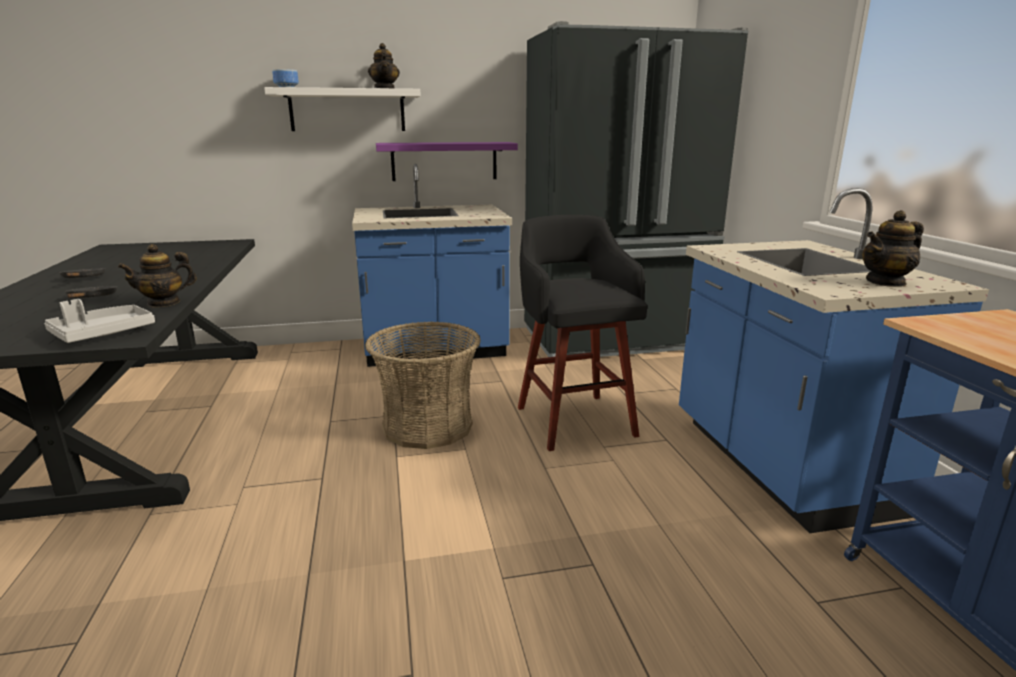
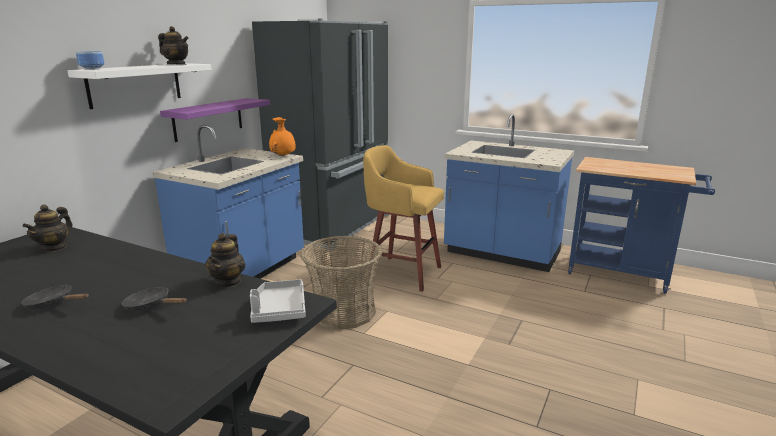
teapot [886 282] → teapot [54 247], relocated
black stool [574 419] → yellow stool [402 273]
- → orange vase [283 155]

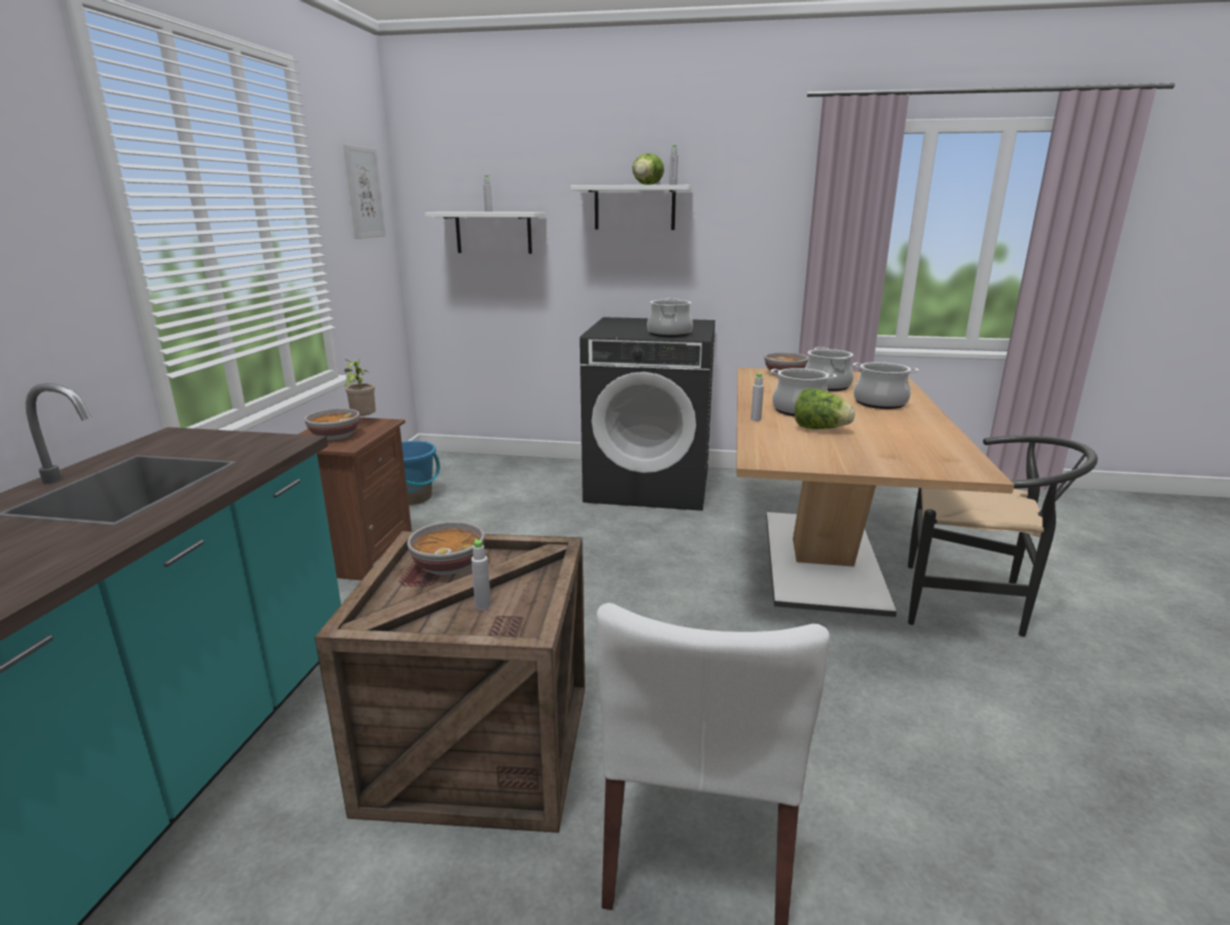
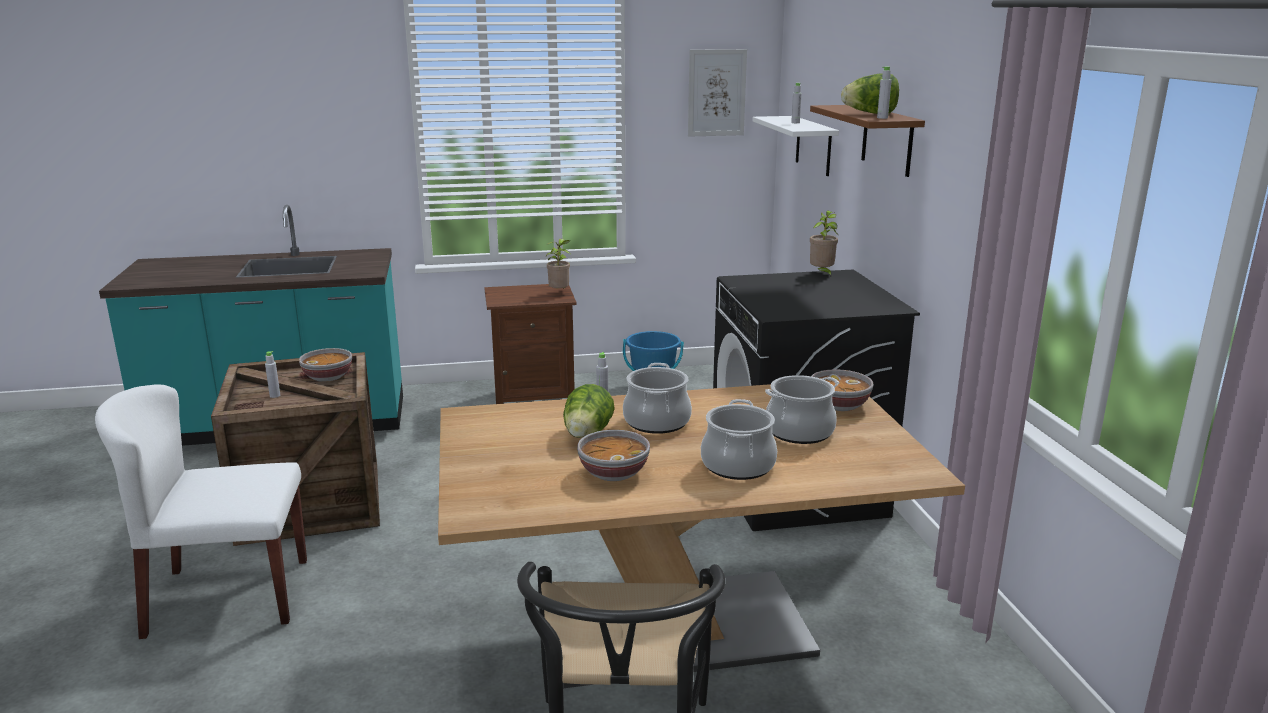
white shelf [634 207] → brown shelf [887 140]
cooking pot [669 334] → -
bowl [334 436] → bowl [613 472], relocated
- → potted plant [822 274]

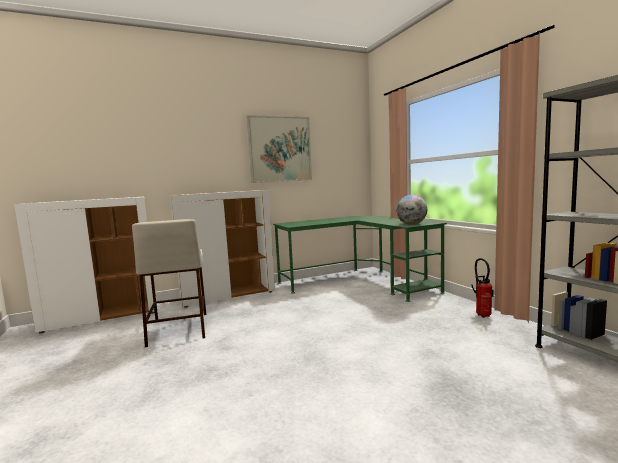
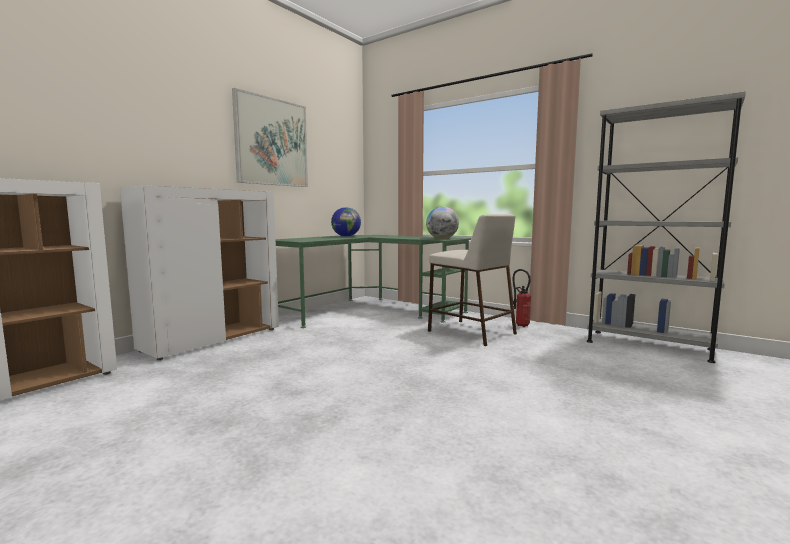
beige stool [178 328] → beige stool [470 332], relocated
- → globe [346 236]

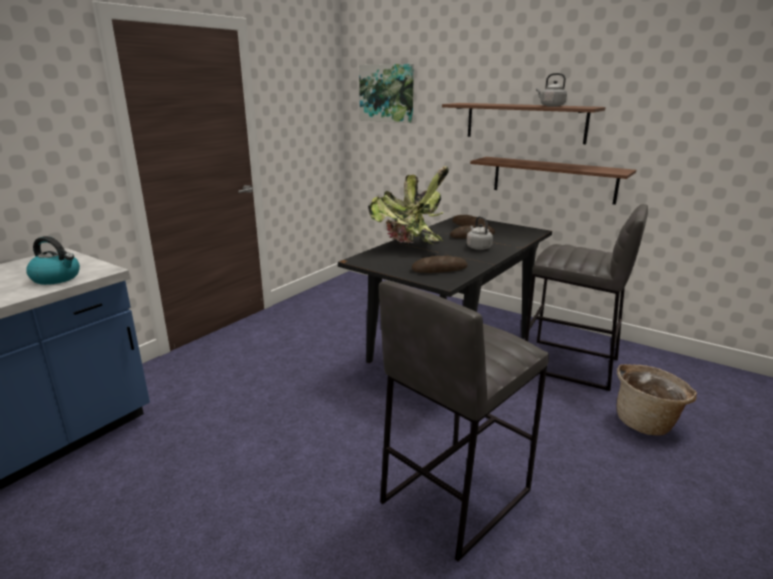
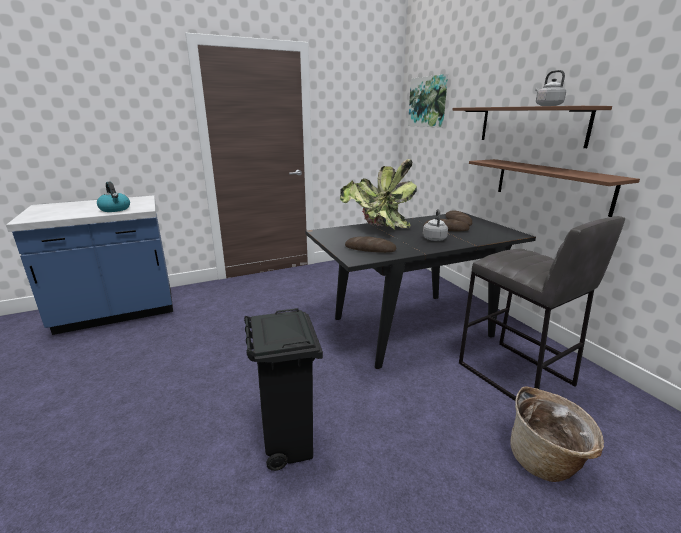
grey stool [454 496] → black trash can [288 445]

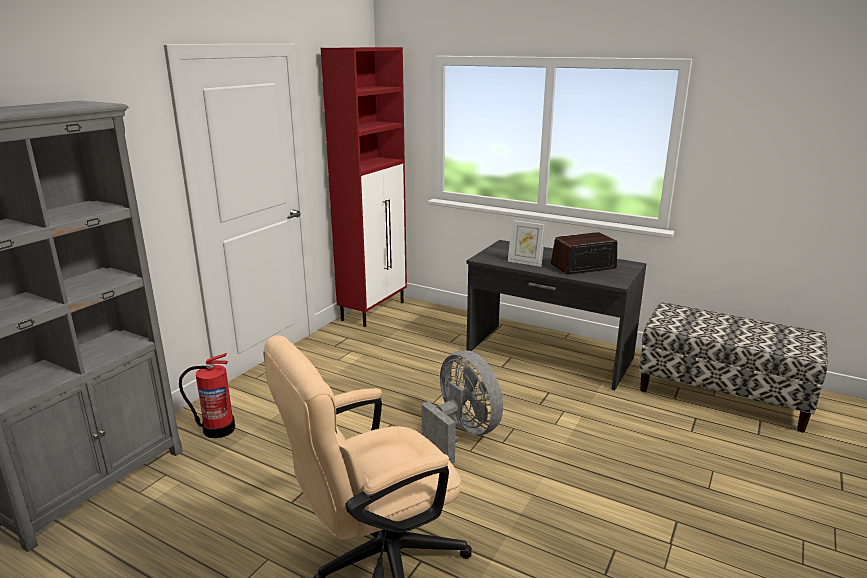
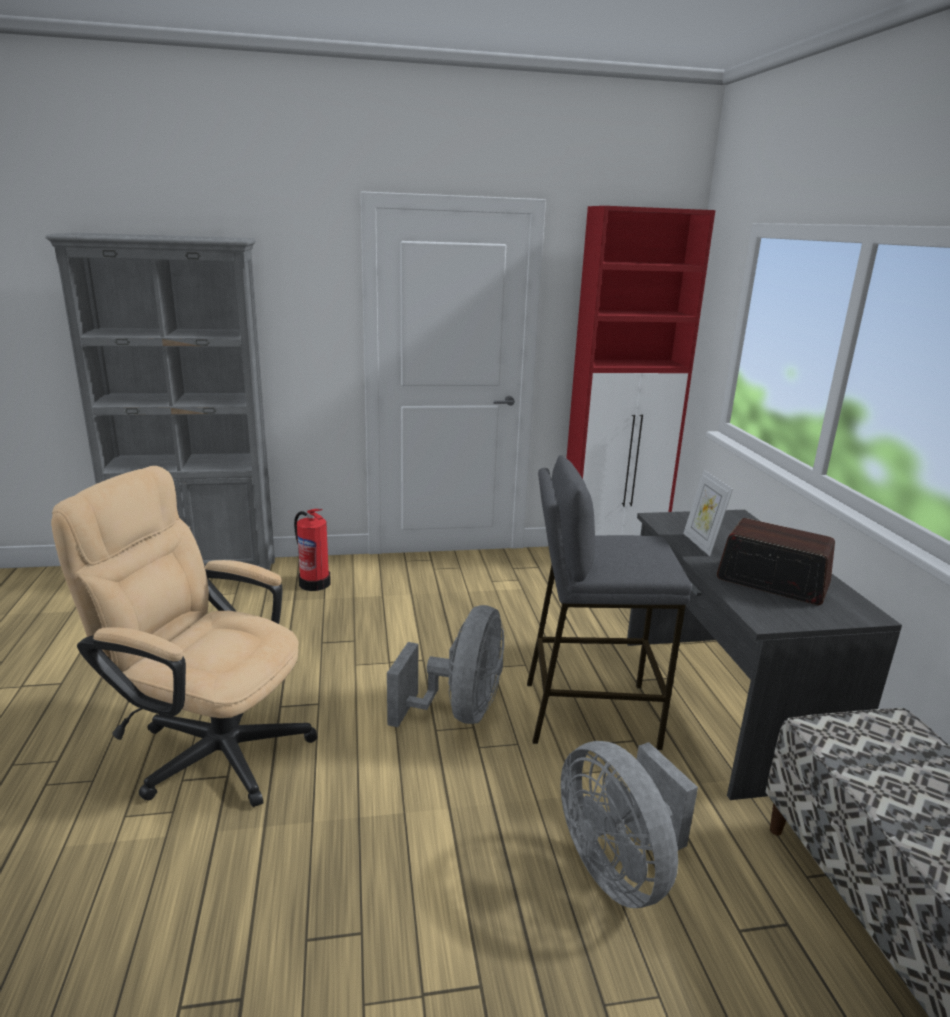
- → grey stool [589 713]
- → grey fan [619 868]

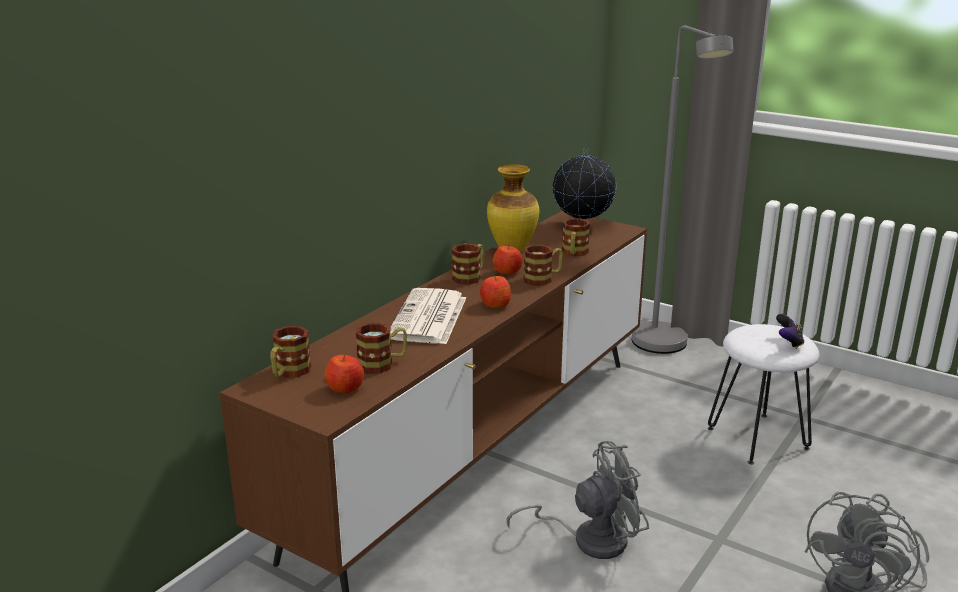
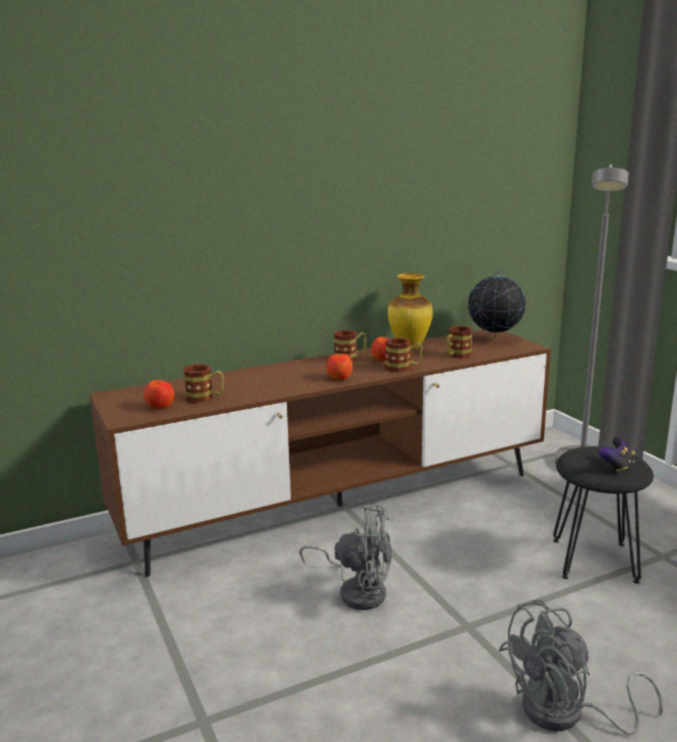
newspaper [429 318] → -
white stool [758 438] → black stool [595 560]
mug [289 372] → -

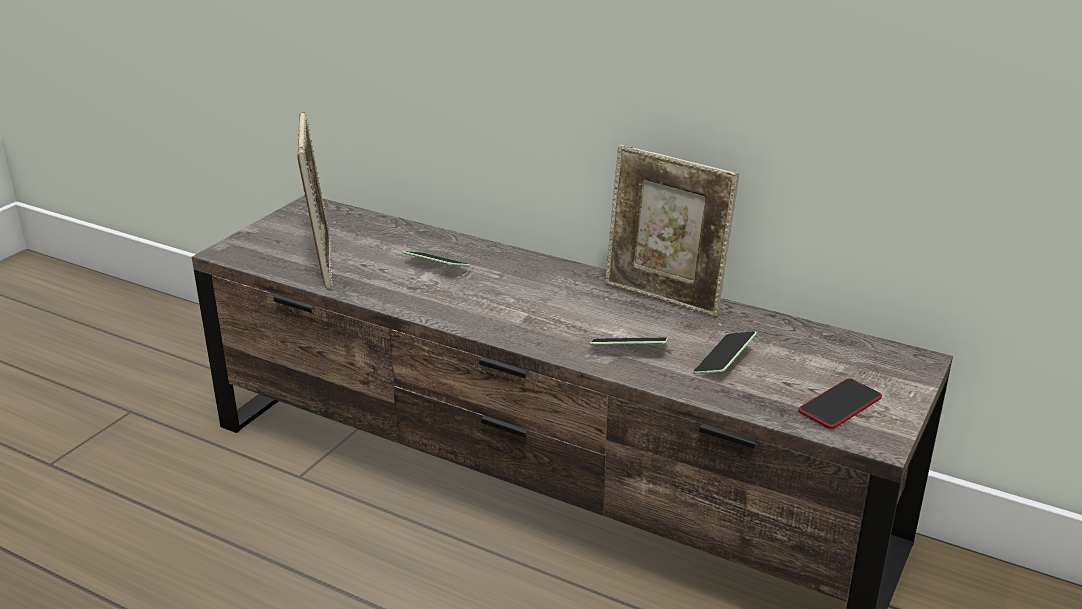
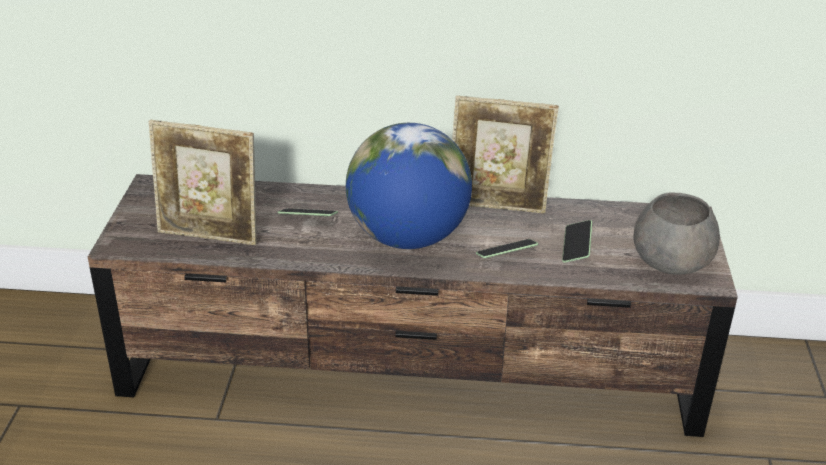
picture frame [322 262] → picture frame [209 235], 135 degrees clockwise
phone [840 405] → grey bowl [671 261]
- → globe [408 238]

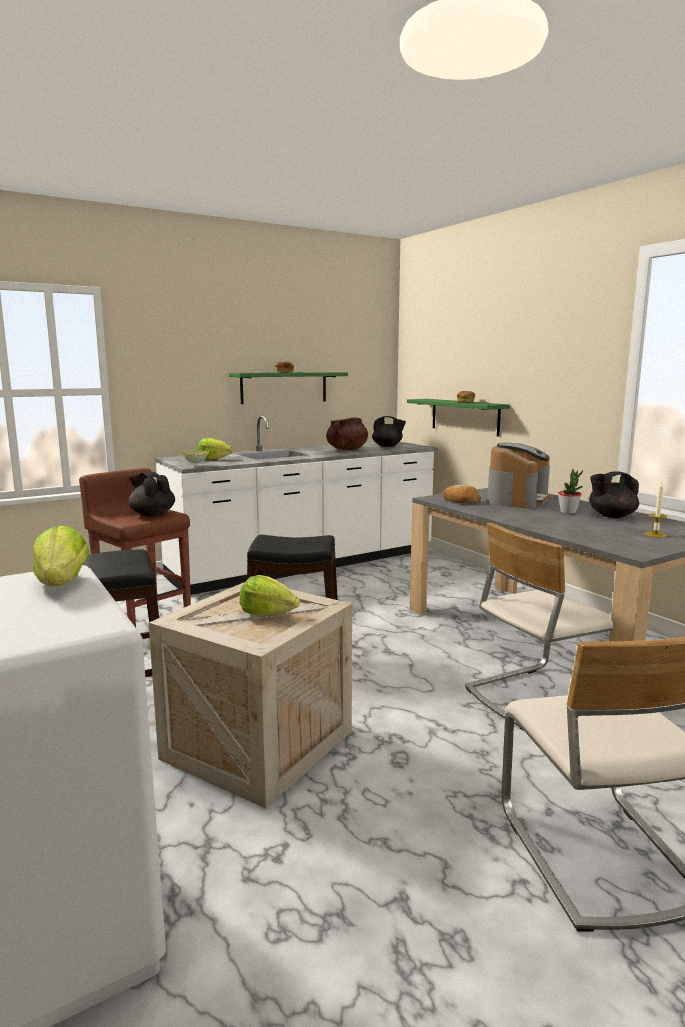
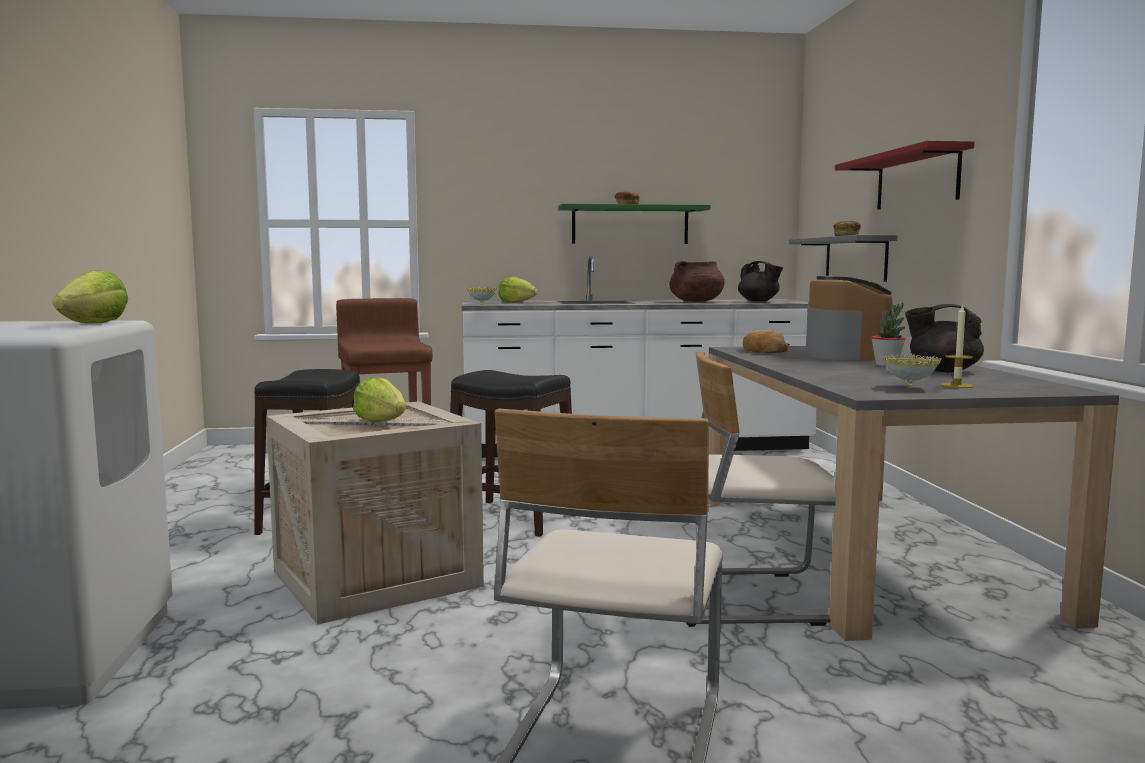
green shelf [464 416] → grey shelf [855 258]
coffee machine [517 499] → coffee machine [846 354], 45 degrees counterclockwise
black teapot [152 514] → -
- → red shelf [916 179]
- → bowl [910 387]

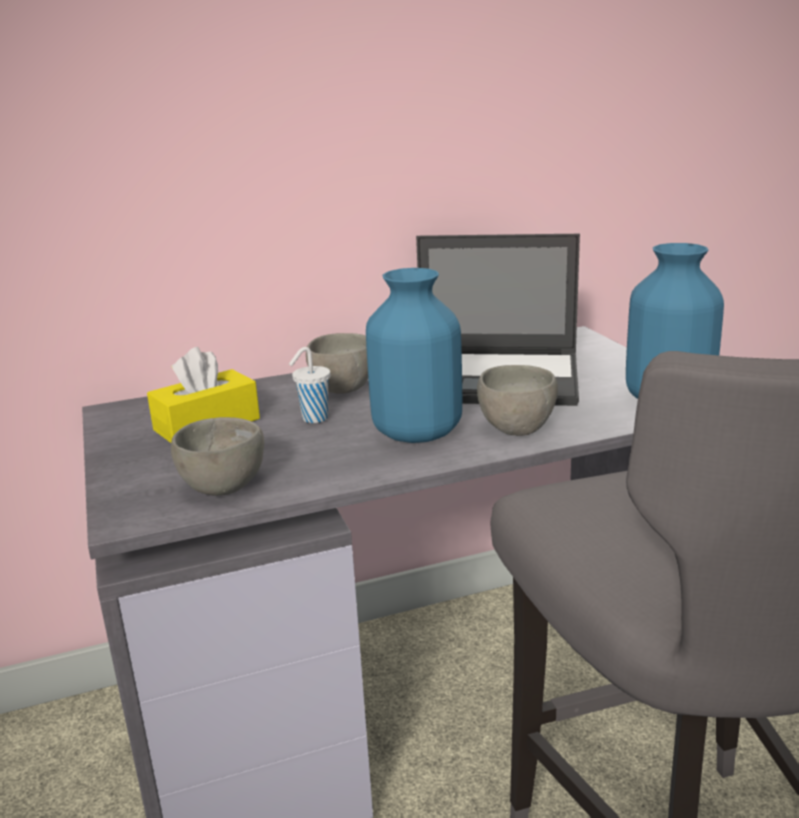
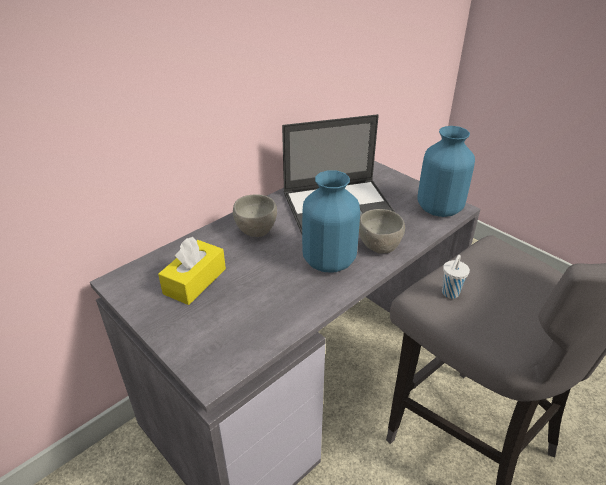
white cup [313 419] → white cup [450 293], relocated
grey bowl [226 486] → -

